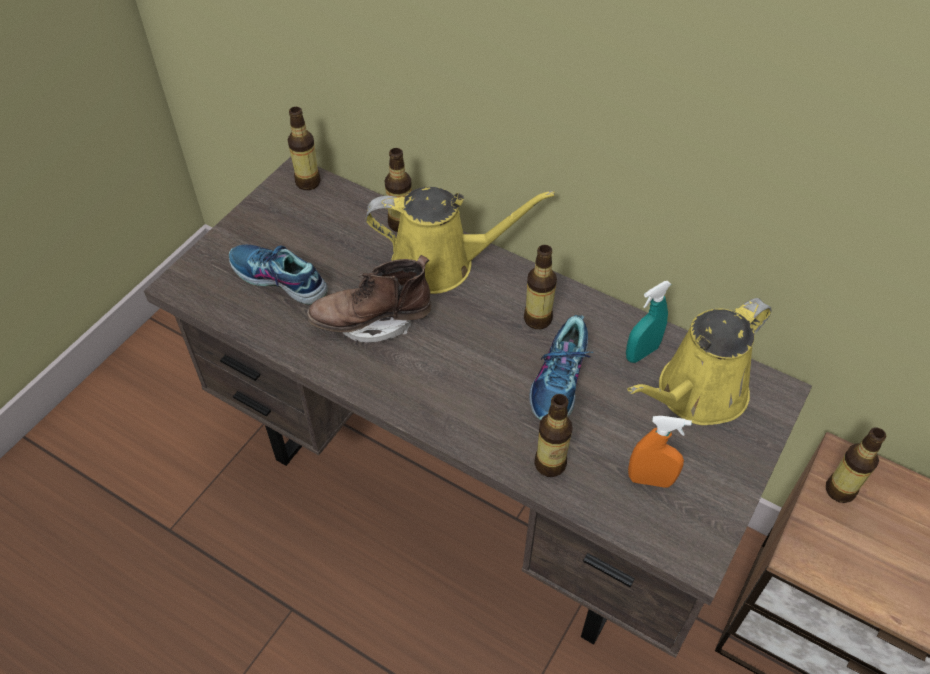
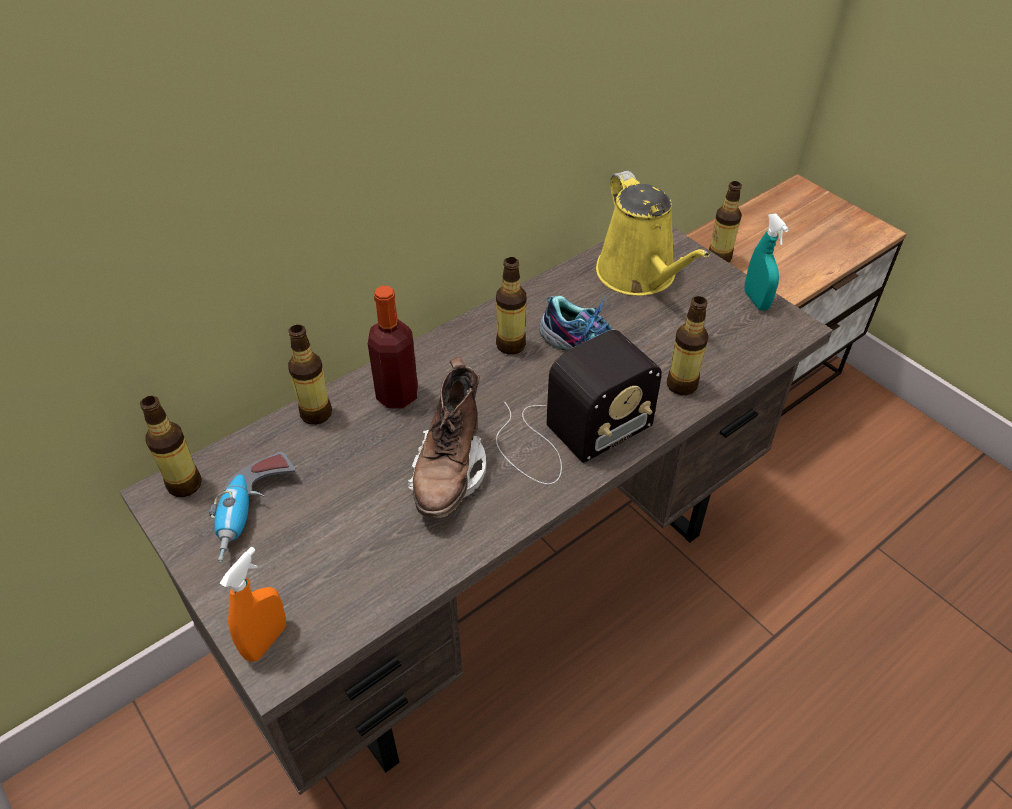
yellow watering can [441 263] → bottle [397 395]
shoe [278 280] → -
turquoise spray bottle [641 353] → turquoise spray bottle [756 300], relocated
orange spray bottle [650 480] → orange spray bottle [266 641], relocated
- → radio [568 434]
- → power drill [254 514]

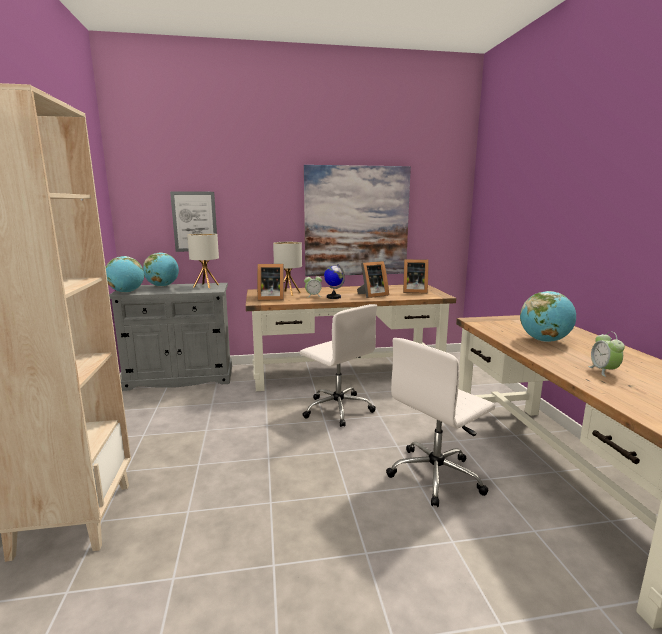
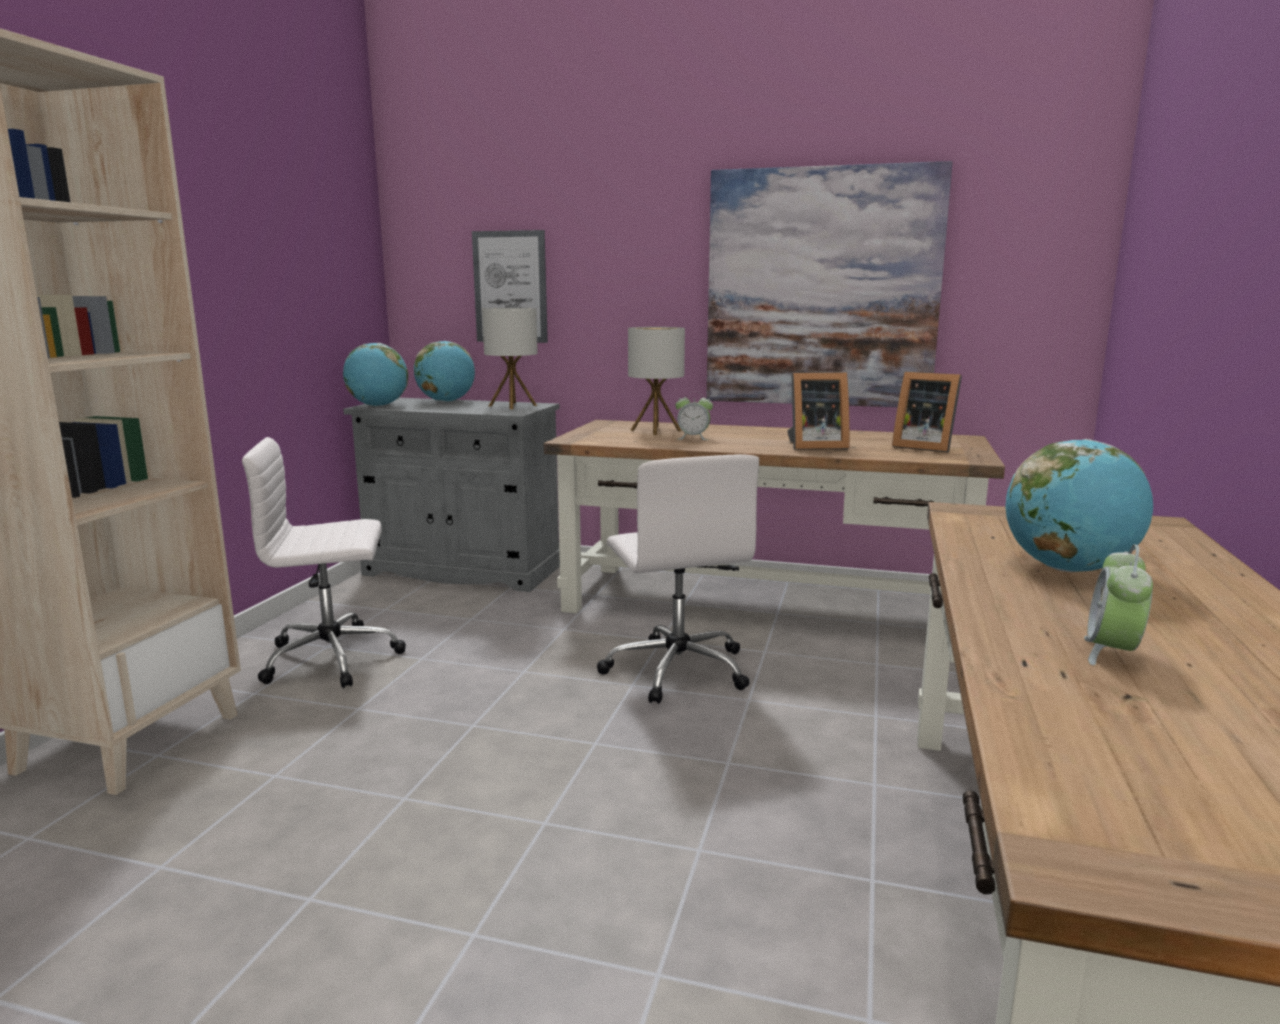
picture frame [270 298] → -
globe [333 297] → -
white office chair [436 475] → white office chair [334 658], relocated

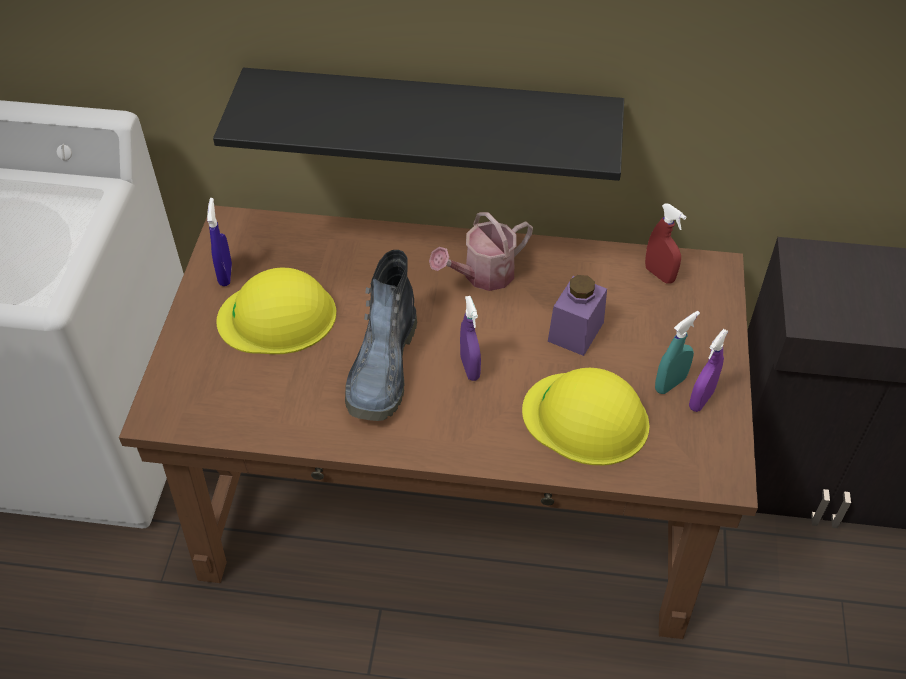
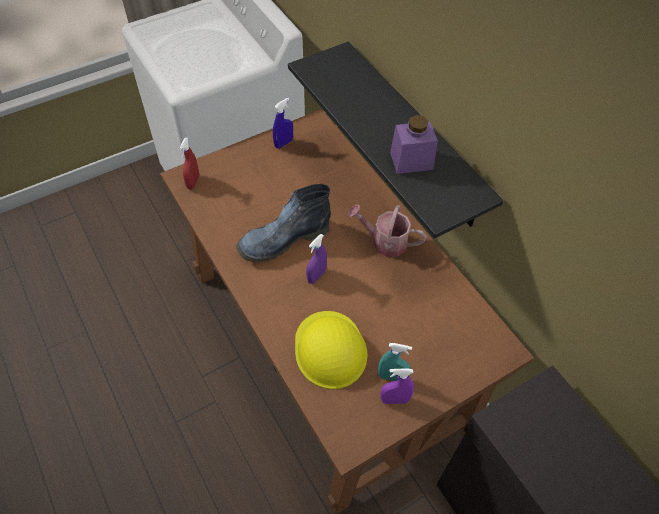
red spray bottle [659 274] → red spray bottle [193 182], relocated
yellow hard hat [278 316] → -
purple jar [575 331] → purple jar [411 161], relocated

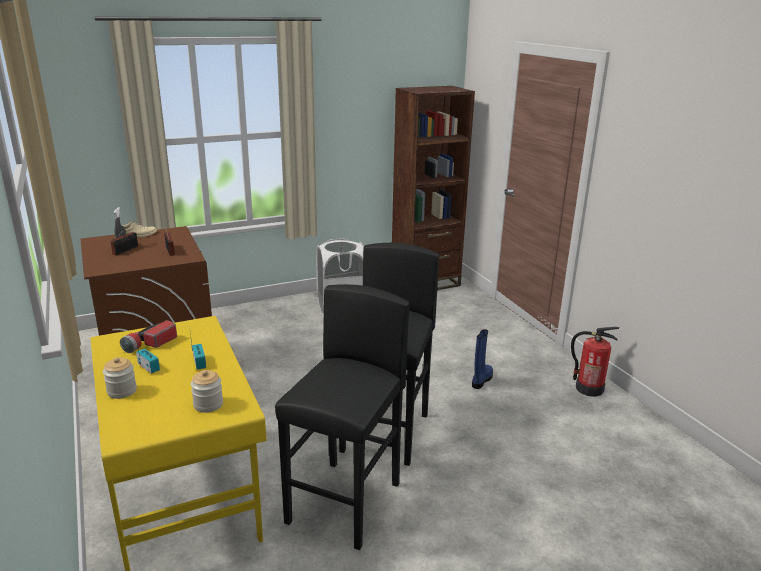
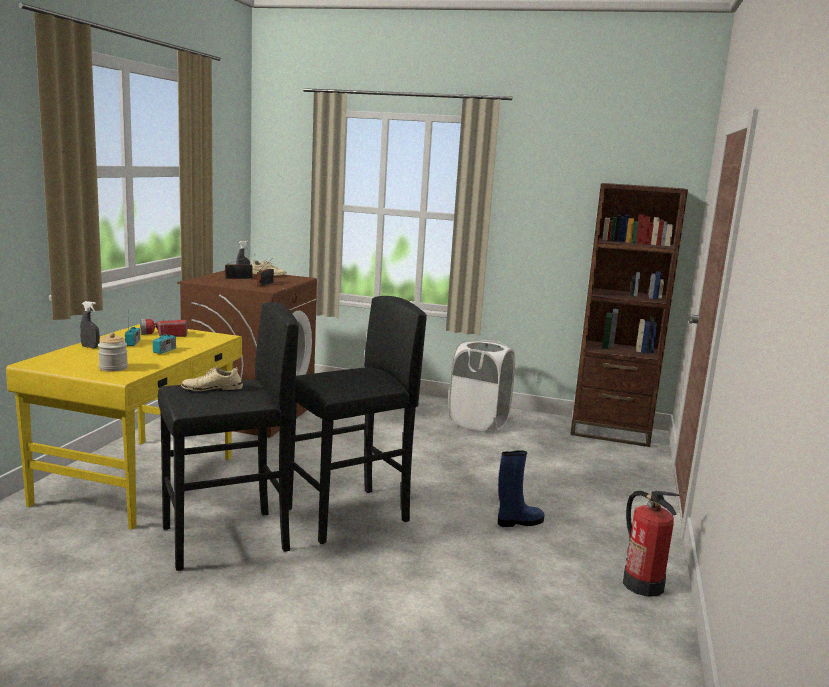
jar [122 391] → grey spray bottle [90 347]
- → beige shoe [212 388]

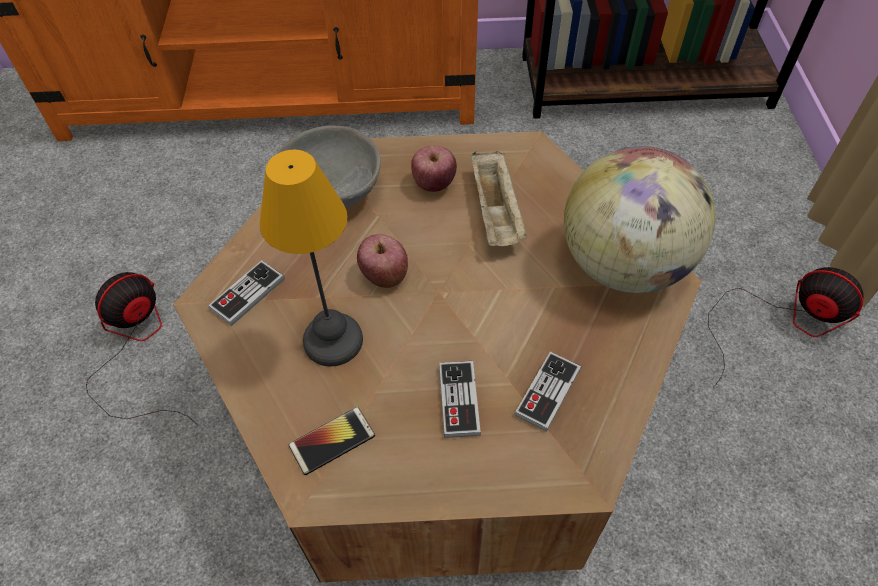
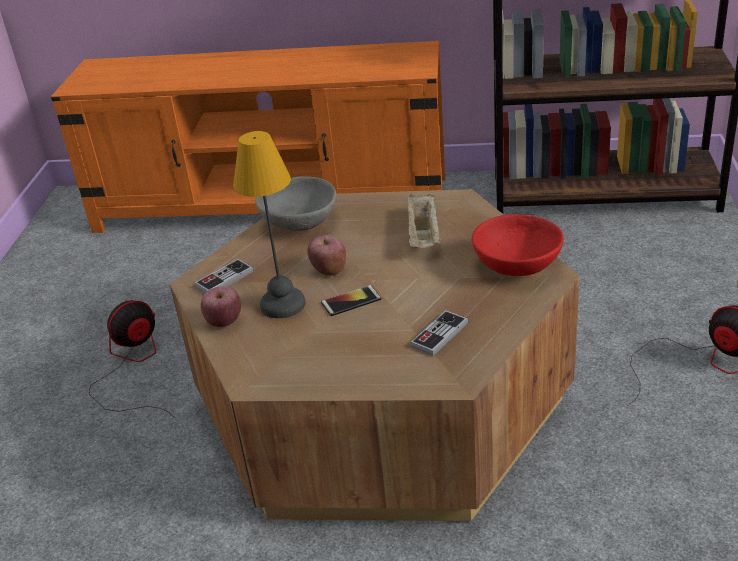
apple [434 183] → apple [224 322], relocated
globe [624 264] → red bowl [518 265]
game controller [459 400] → -
phone [332 441] → phone [351 301], relocated

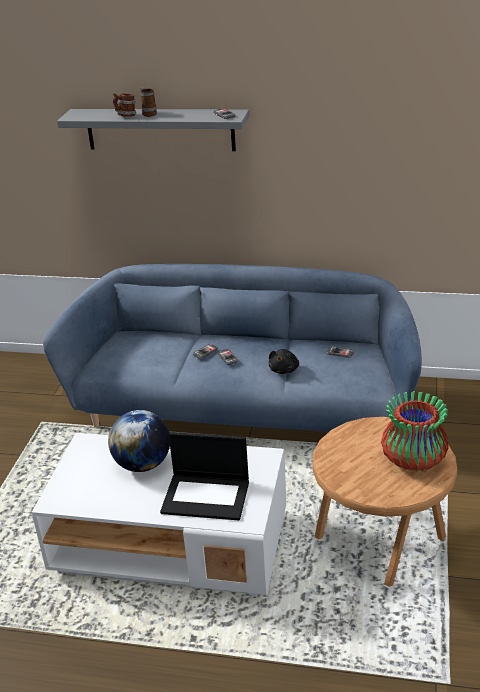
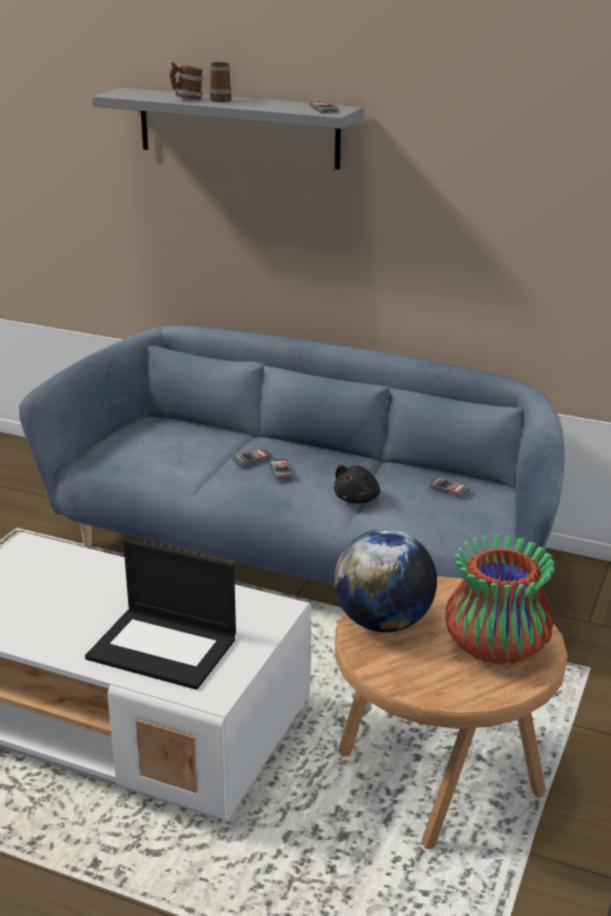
globe [143 464] → globe [383 622], relocated

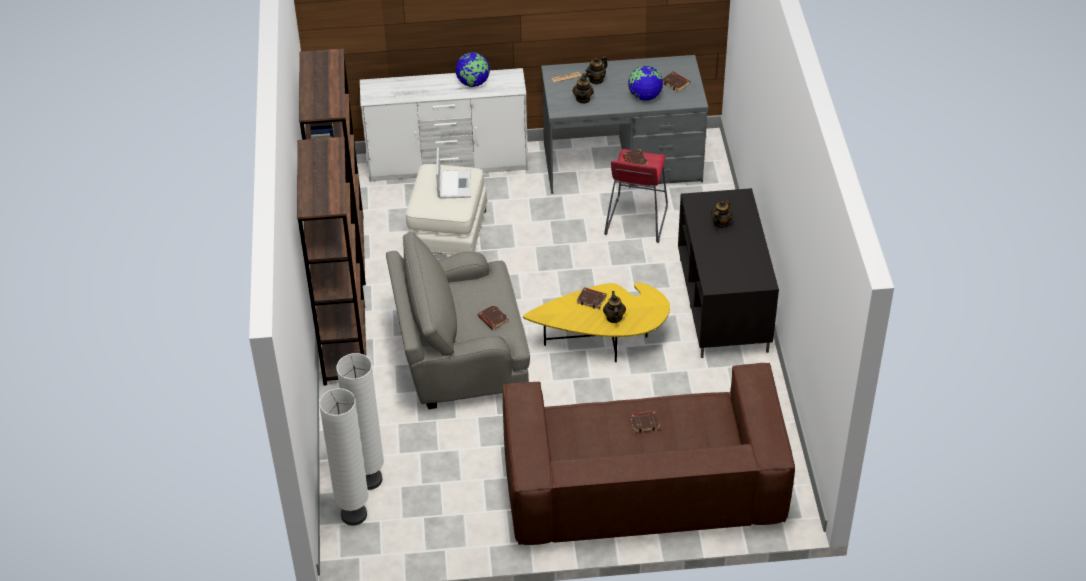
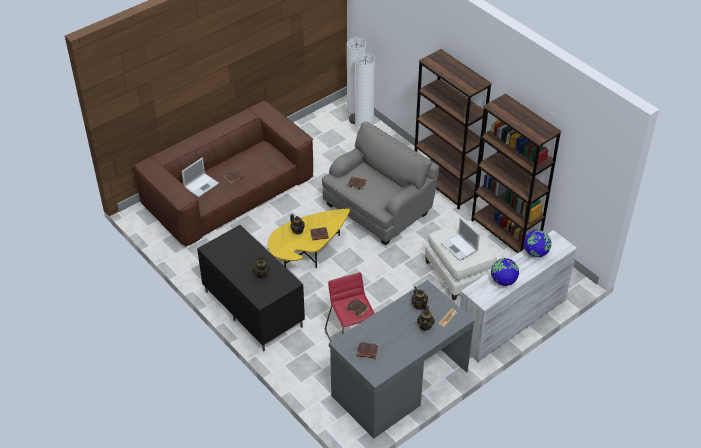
globe [645 96] → globe [536 253], relocated
- → laptop [201 185]

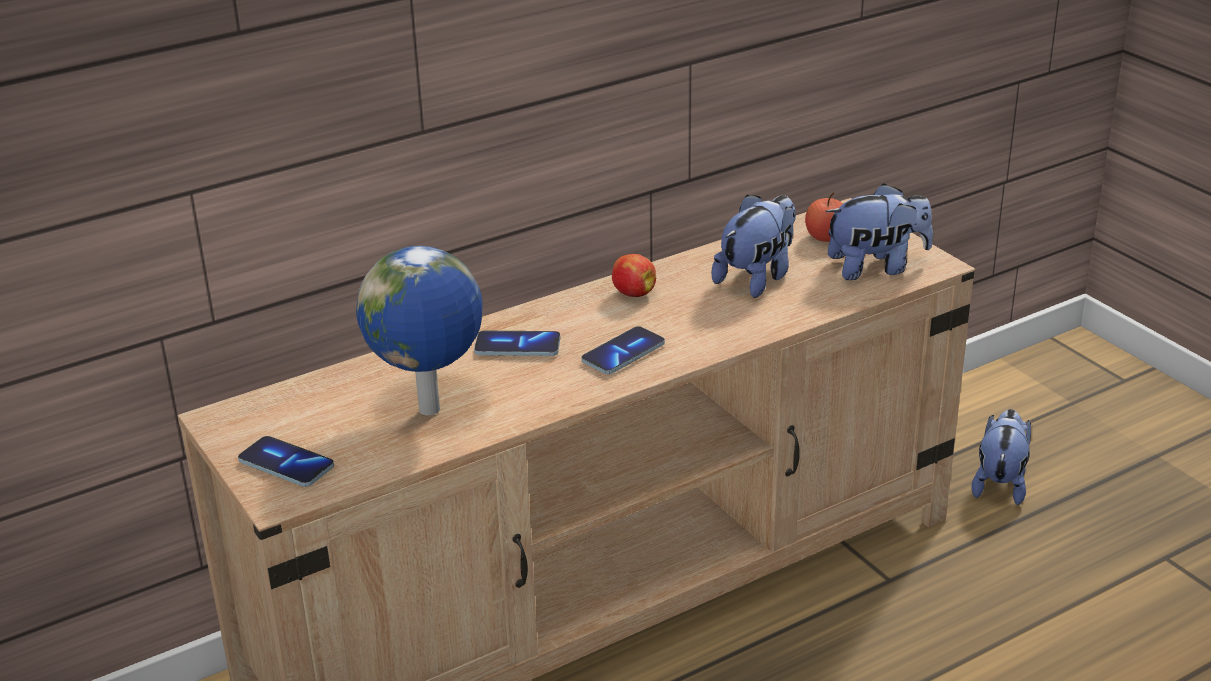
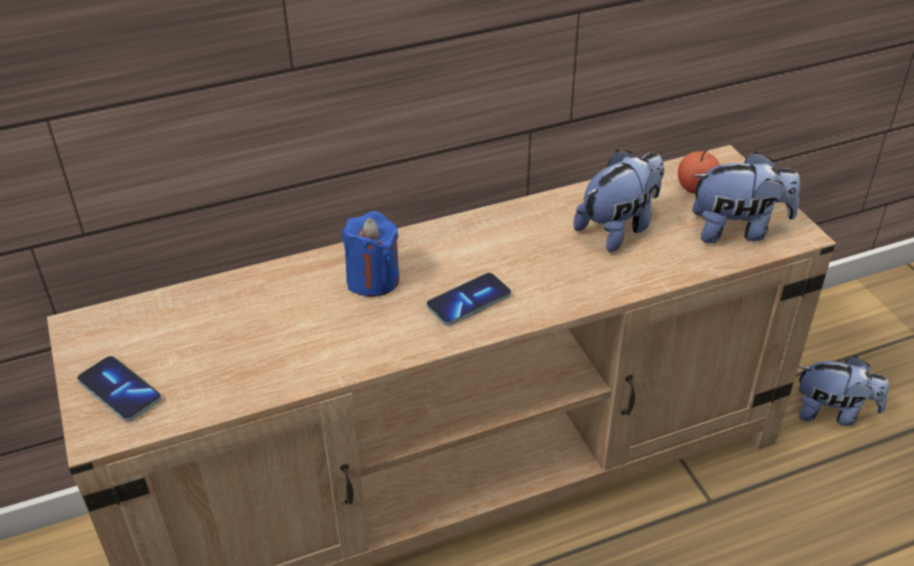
globe [431 411] → -
apple [633 293] → -
phone [517 346] → blue candle [373 279]
plush toy [1000 483] → plush toy [832 412], 75 degrees clockwise

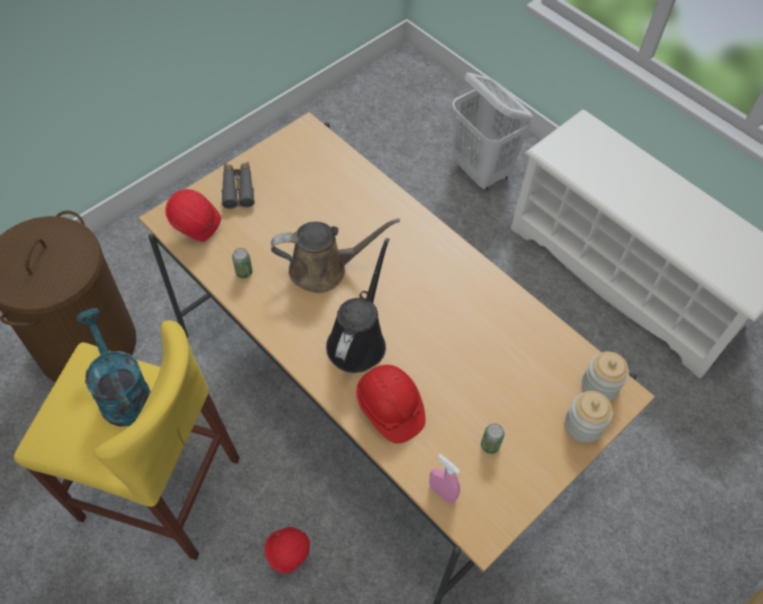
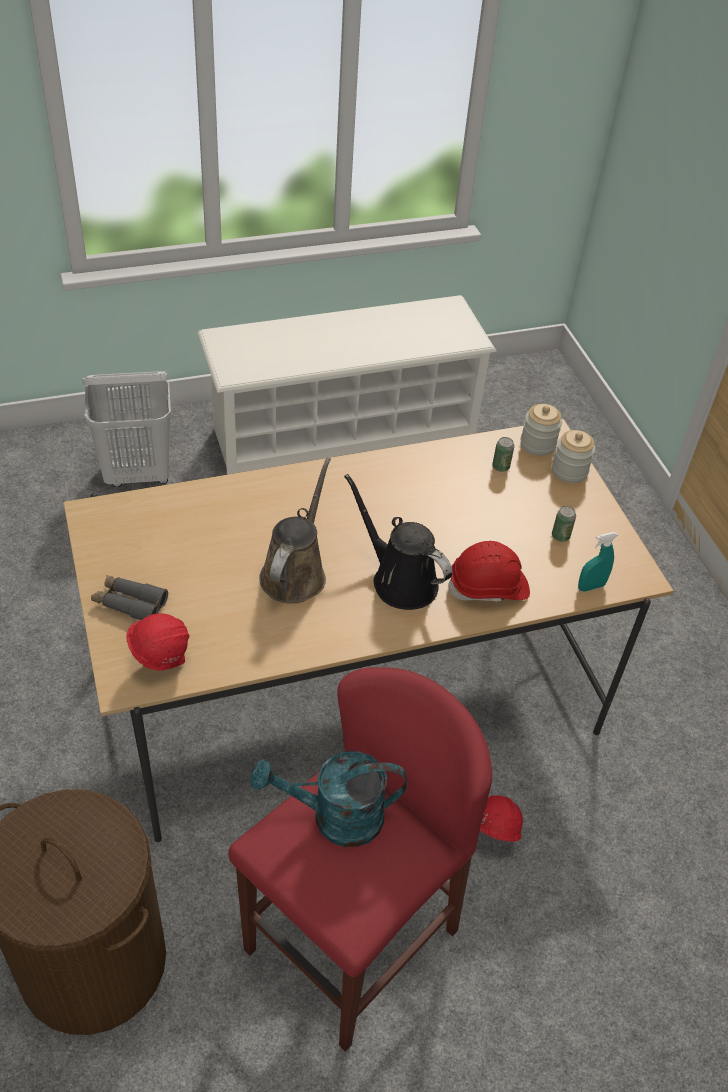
can [244 272] → can [500 467], relocated
yellow stool [159 488] → red stool [350 940]
pink spray bottle [442 492] → turquoise spray bottle [591 586]

